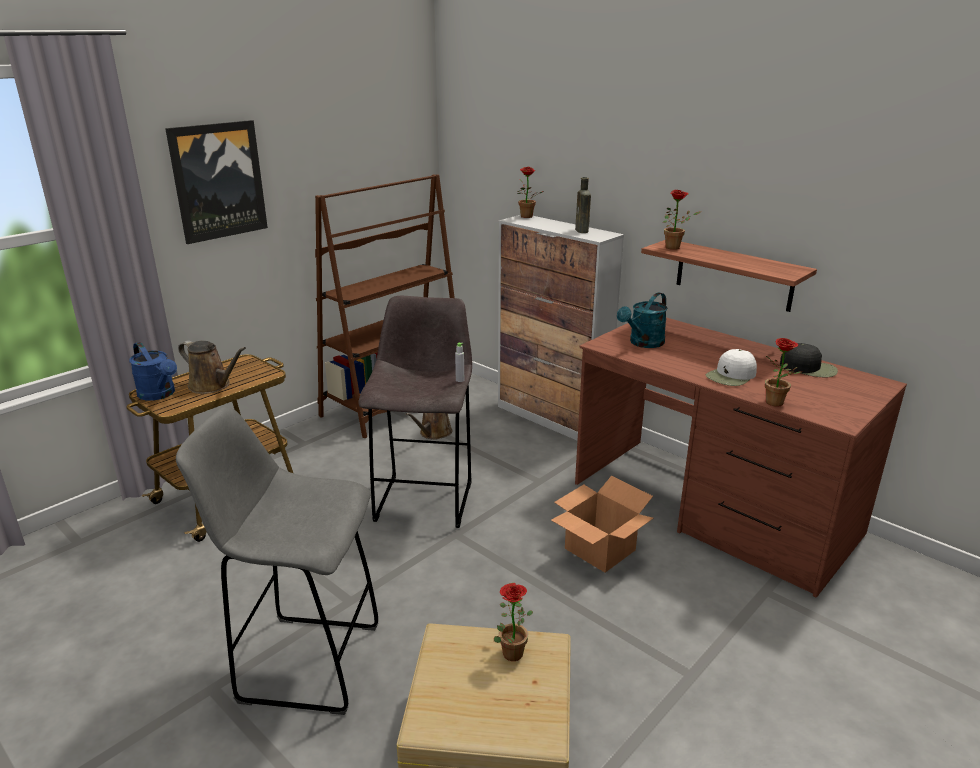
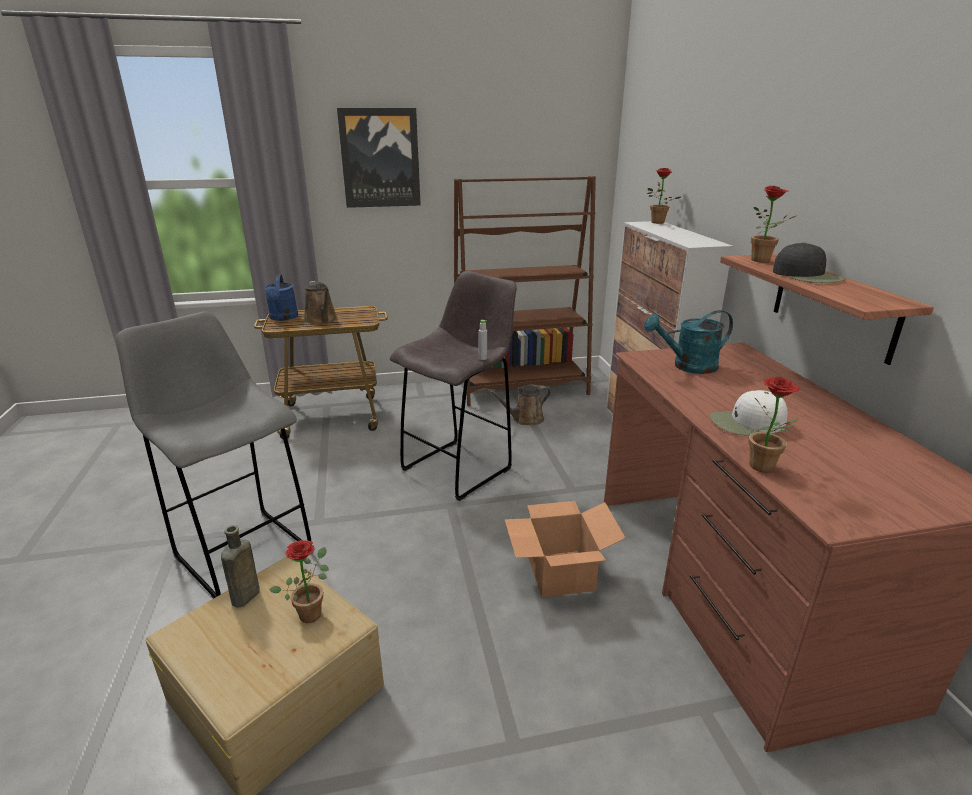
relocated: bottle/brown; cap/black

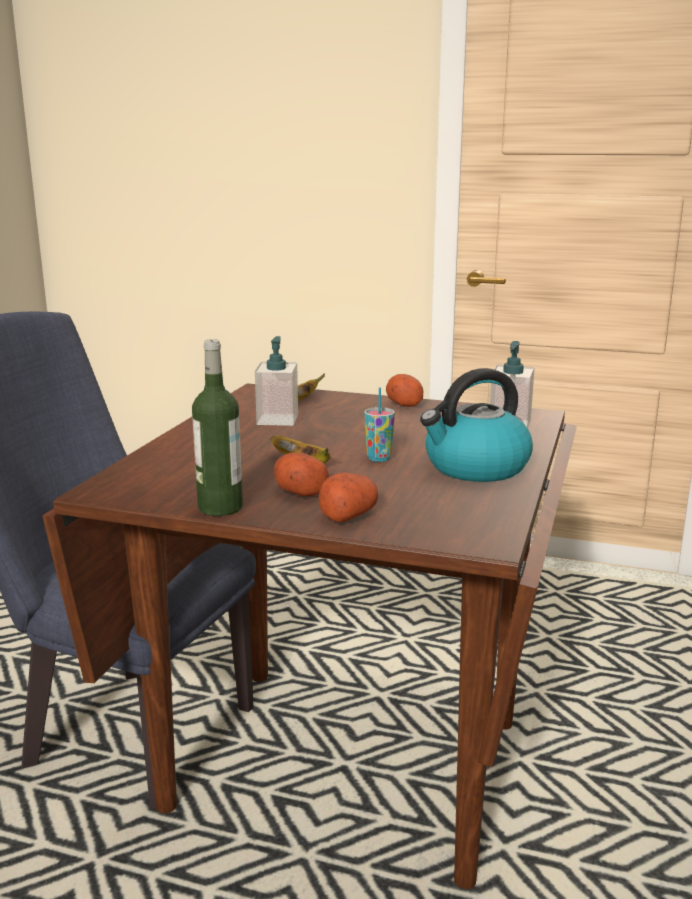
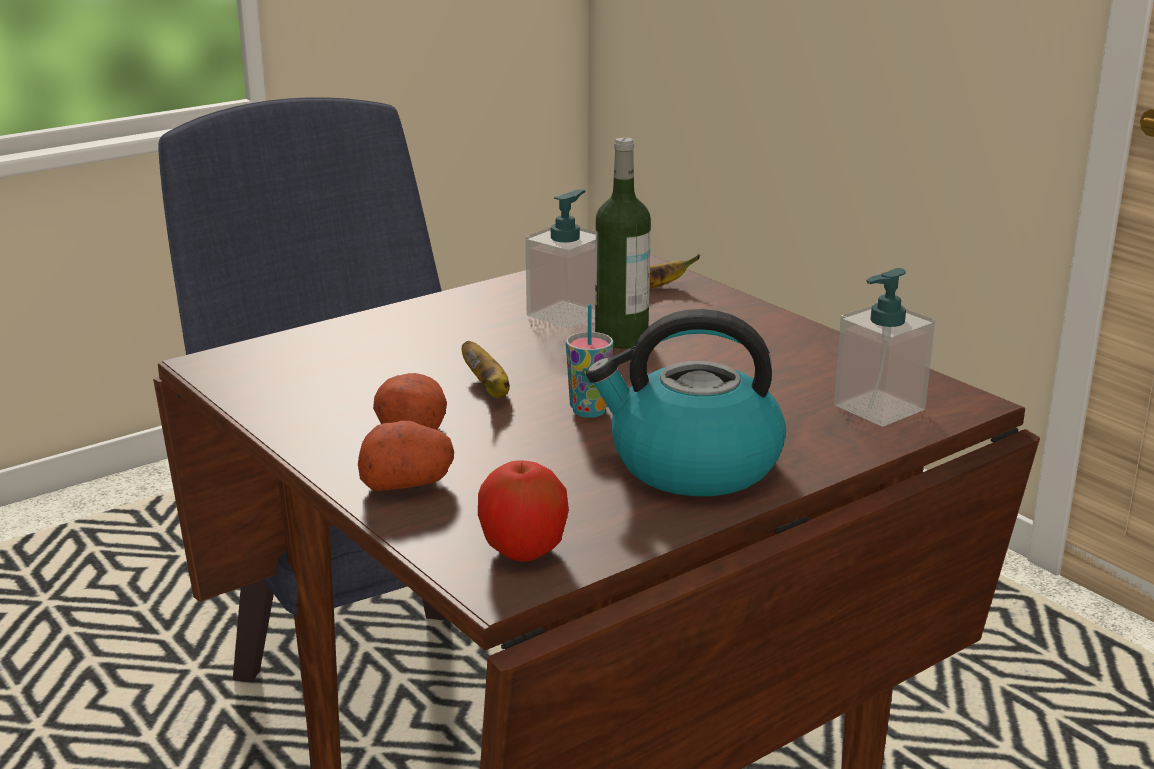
missing: potato (no. 3 from left)
appeared: apple
relocated: bottle

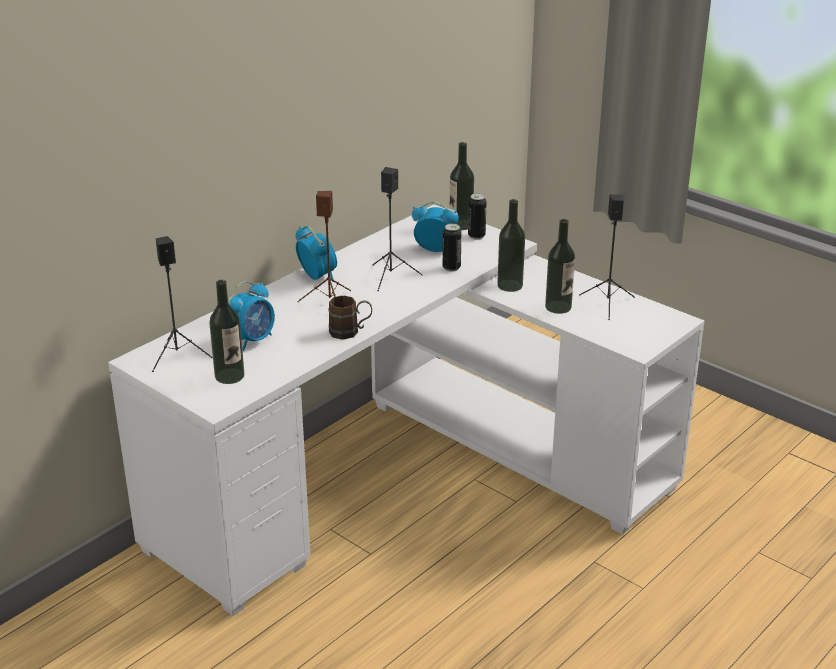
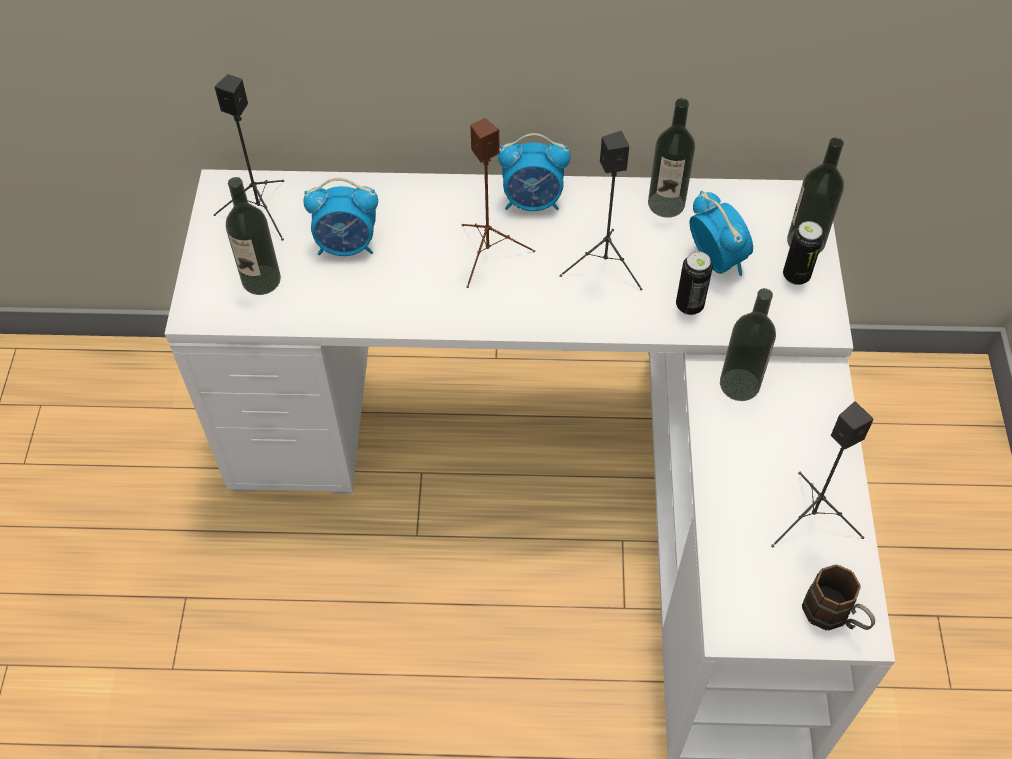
relocated: bottle (no. 4 from left in the first image) to bottle (no. 2 from left); mug/brown
spun: alarm clock (no. 2 from left) 75 degrees clockwise

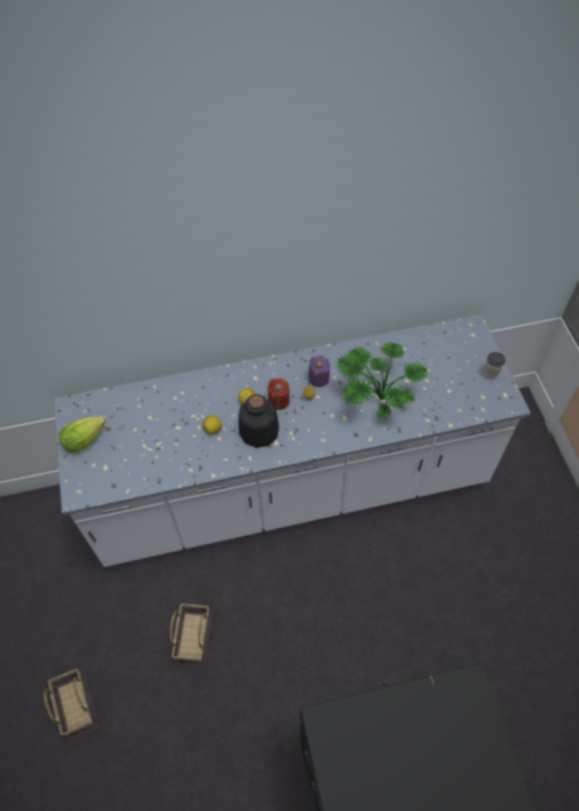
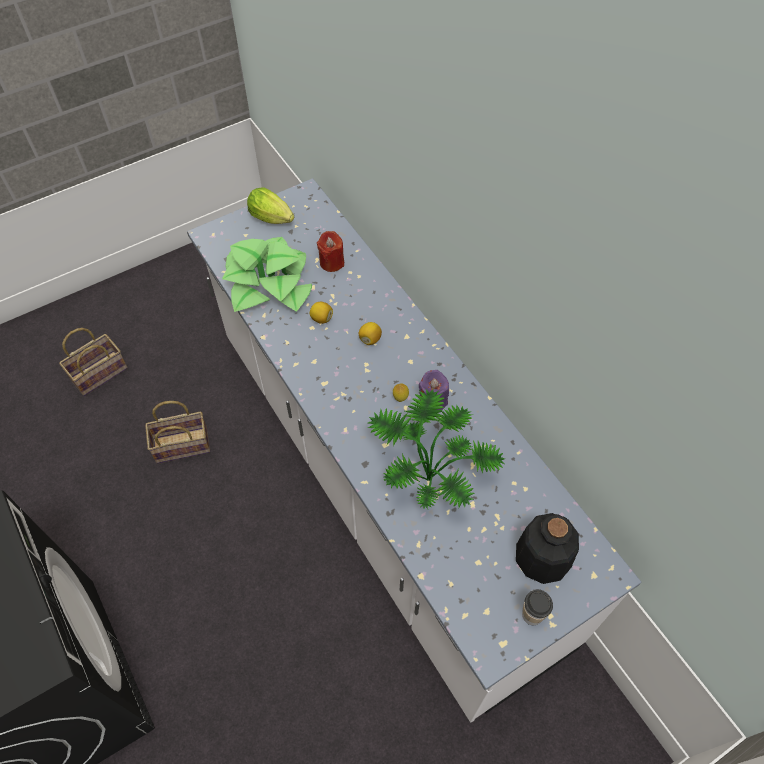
appeared: potted plant (no. 1 from left)
relocated: candle/red; bottle

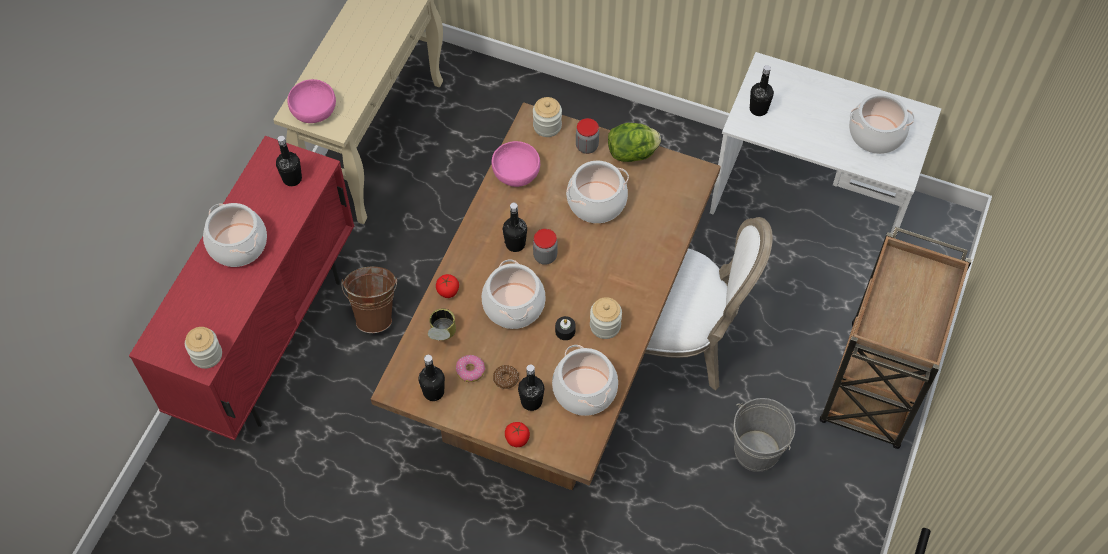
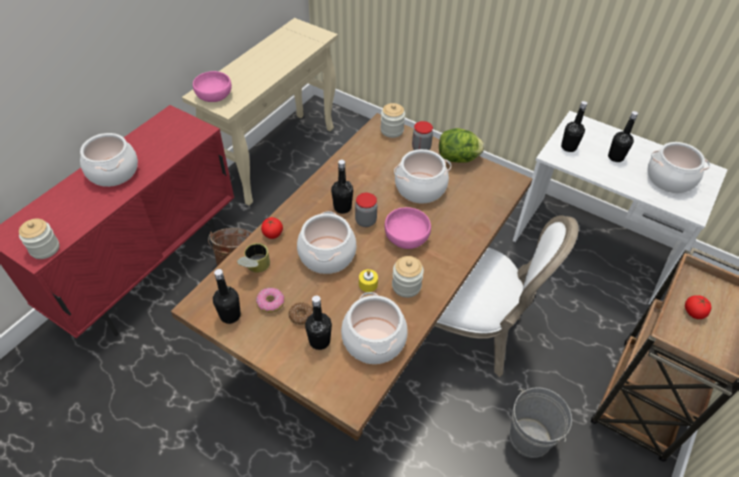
relocated: bottle/black (no. 1 from left in the first image) to bottle/black (no. 5 from left); bowl/pink (no. 2 from left); tomato (no. 2 from left)
colour: candle/black to candle/yellow

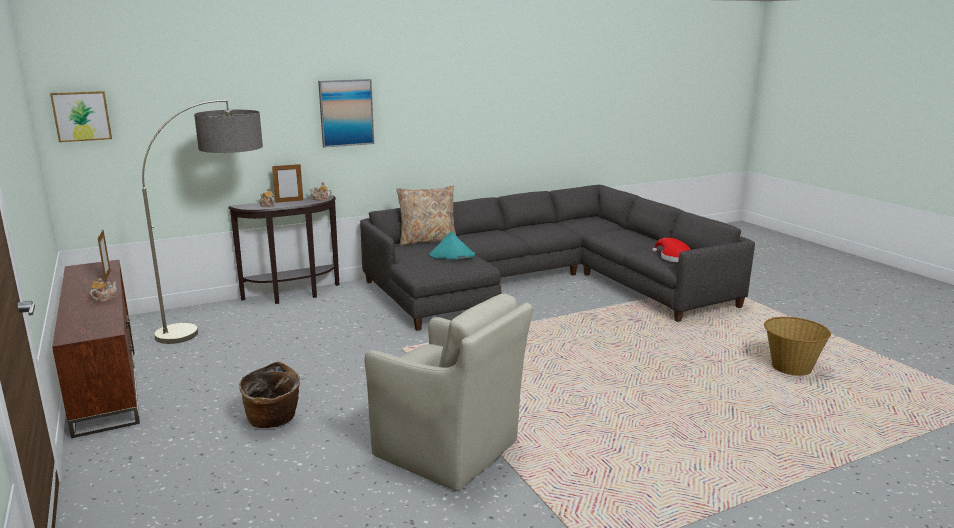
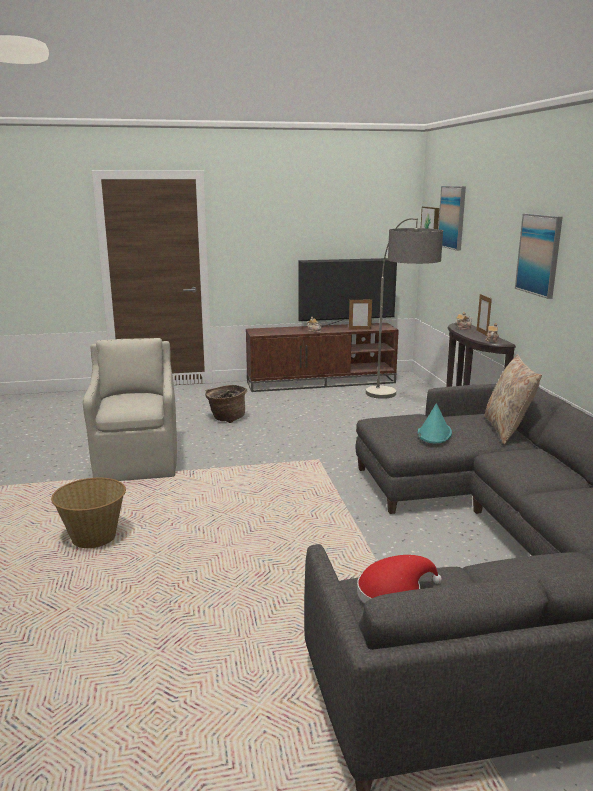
appeared: picture (no. 2 from left); television
relocated: basket (no. 2 from left in the first image) to basket (no. 1 from left)
spun: armchair/beige 120 degrees clockwise

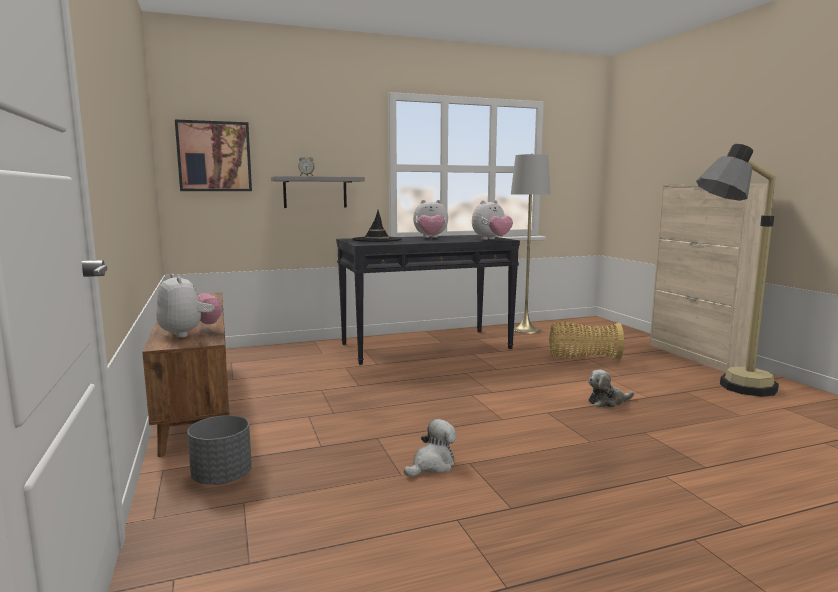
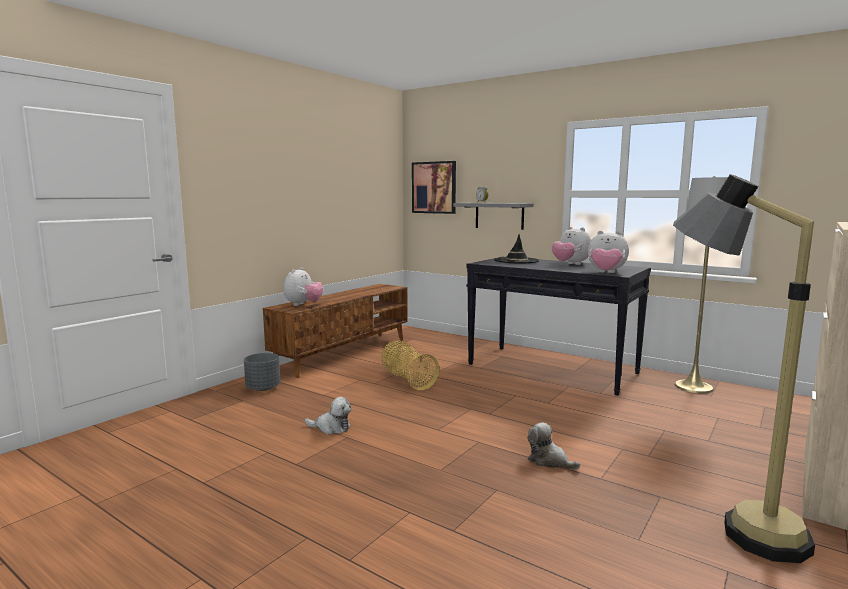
relocated: basket

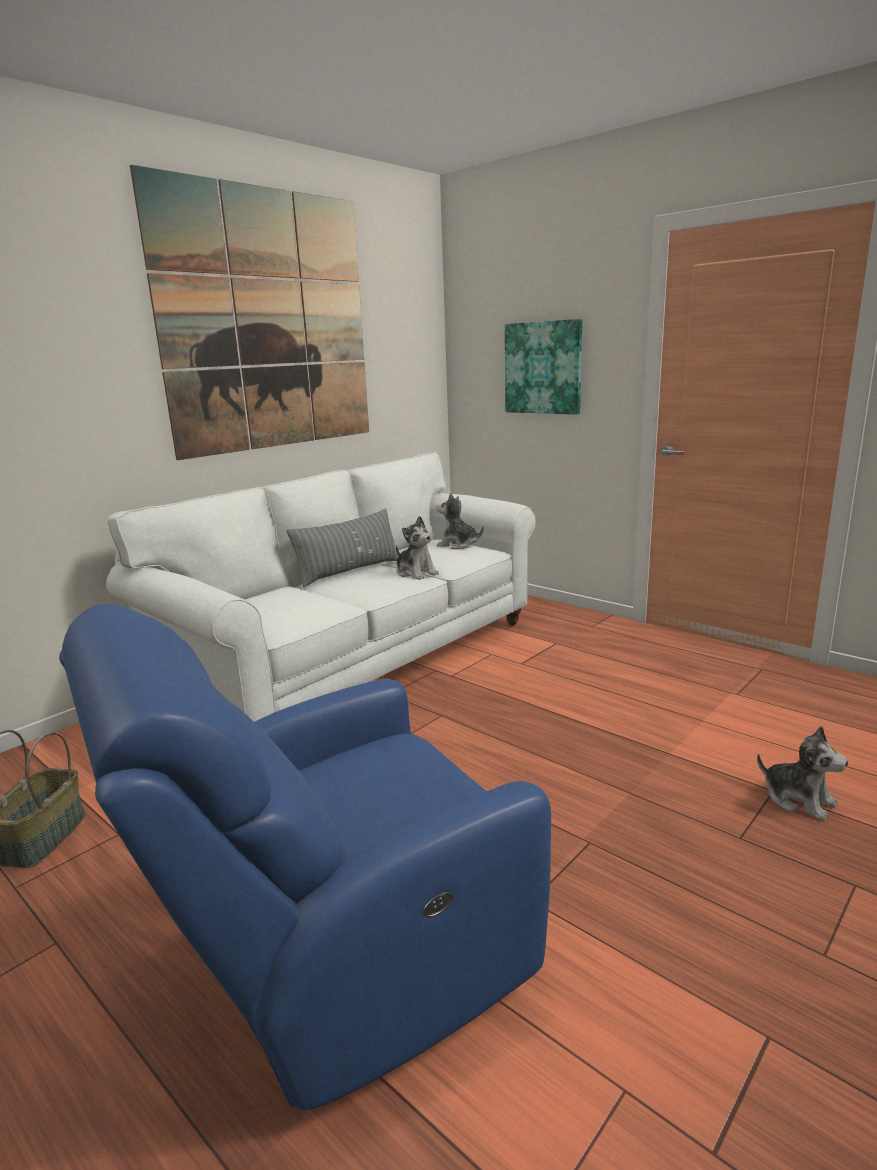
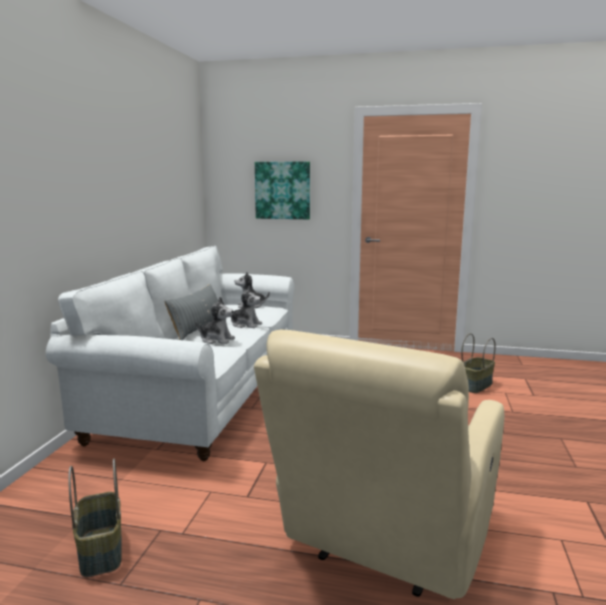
missing: picture (no. 1 from left)
appeared: basket (no. 2 from left)
relocated: plush toy (no. 3 from left in the first image) to plush toy (no. 1 from left)
colour: armchair/blue to armchair/beige

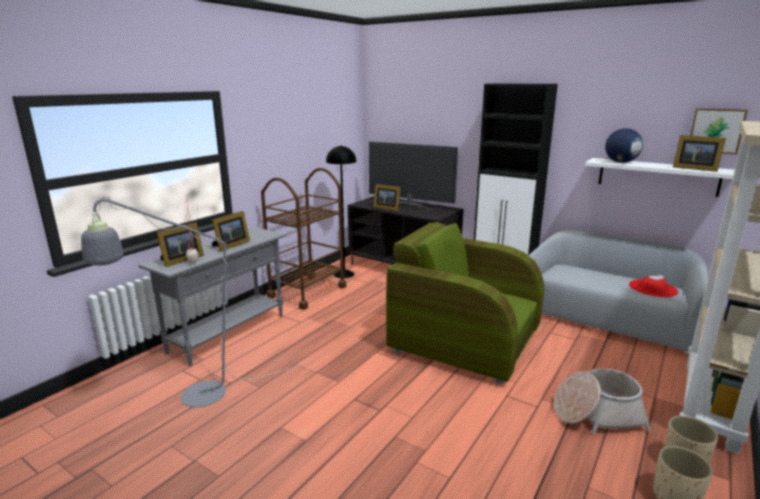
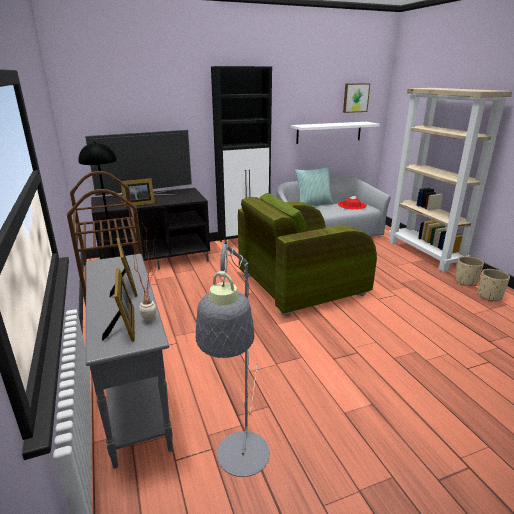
missing: globe; picture frame (no. 4 from left); basket
appeared: pillow

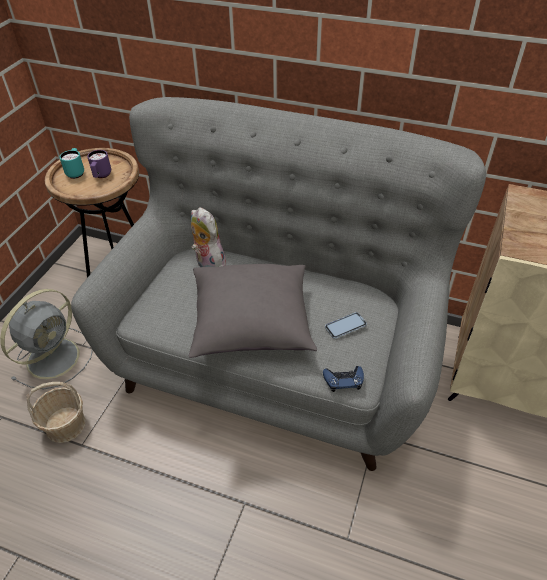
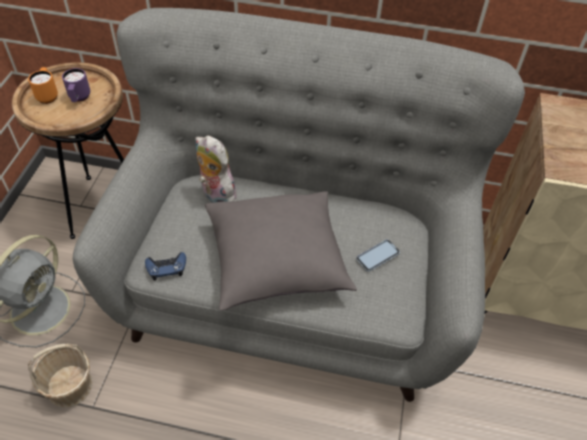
relocated: game controller/blue
colour: mug/turquoise to mug/orange

